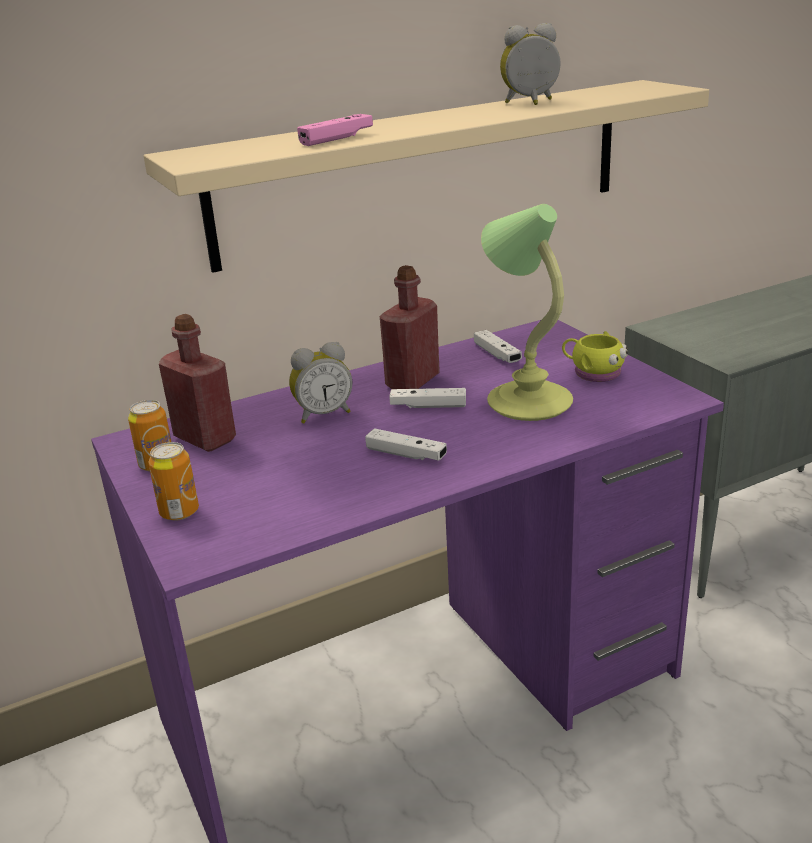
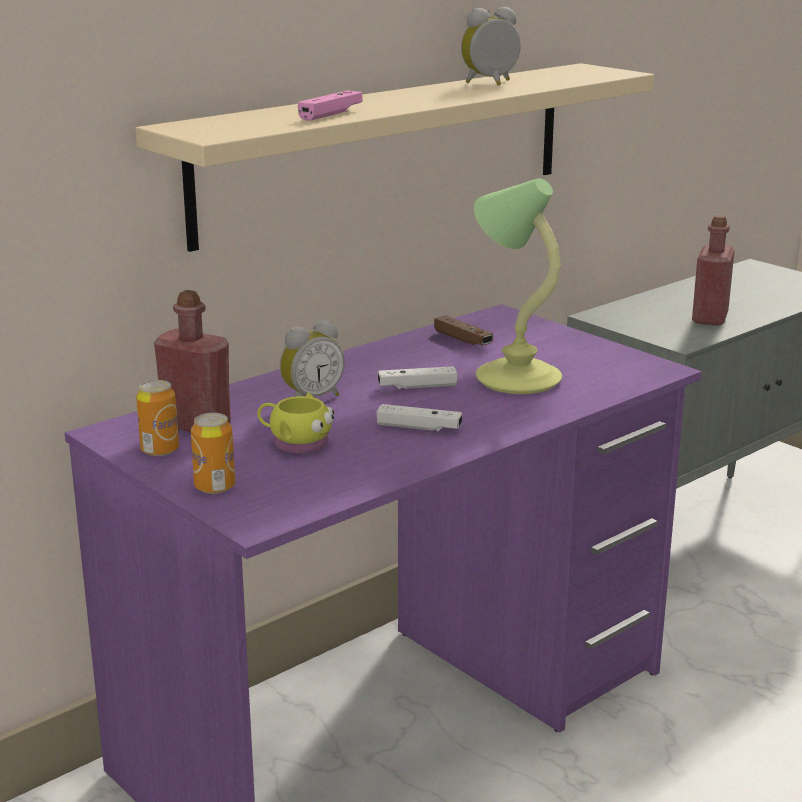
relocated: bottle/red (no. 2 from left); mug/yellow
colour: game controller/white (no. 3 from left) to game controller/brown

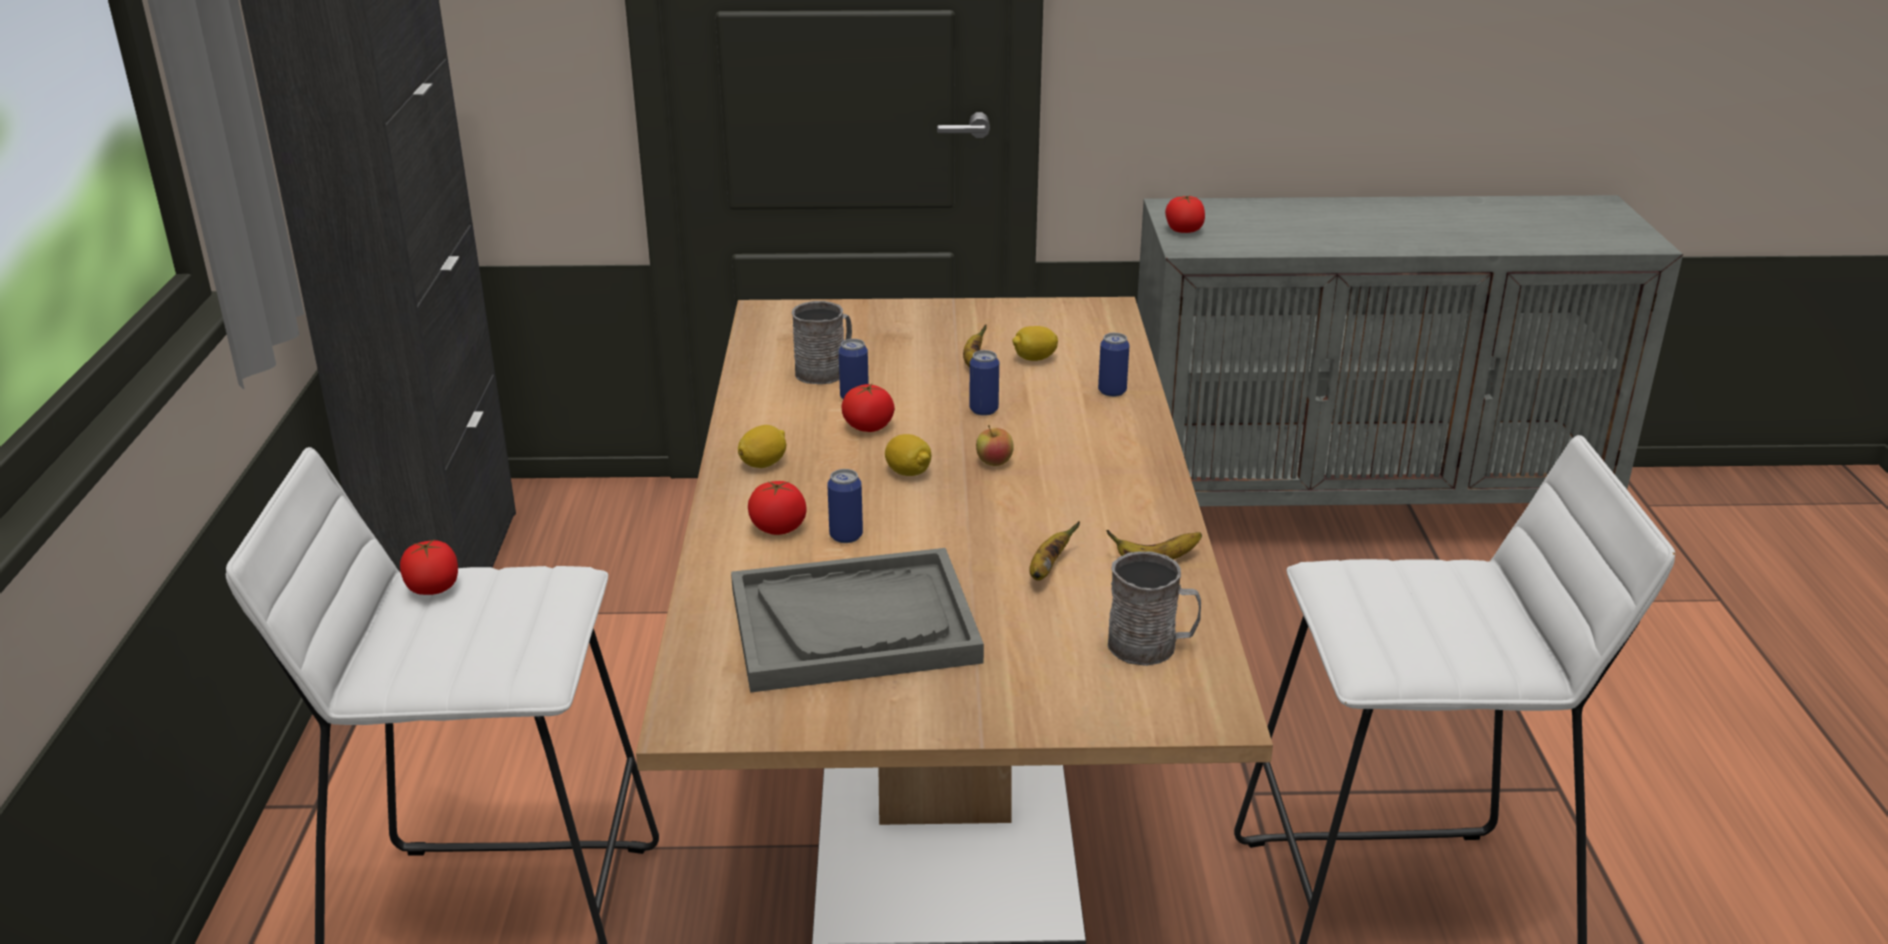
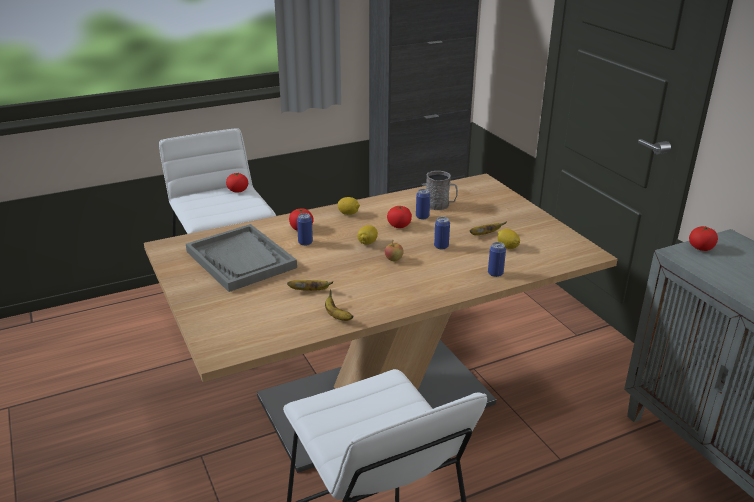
missing: mug/grey (no. 2 from left)

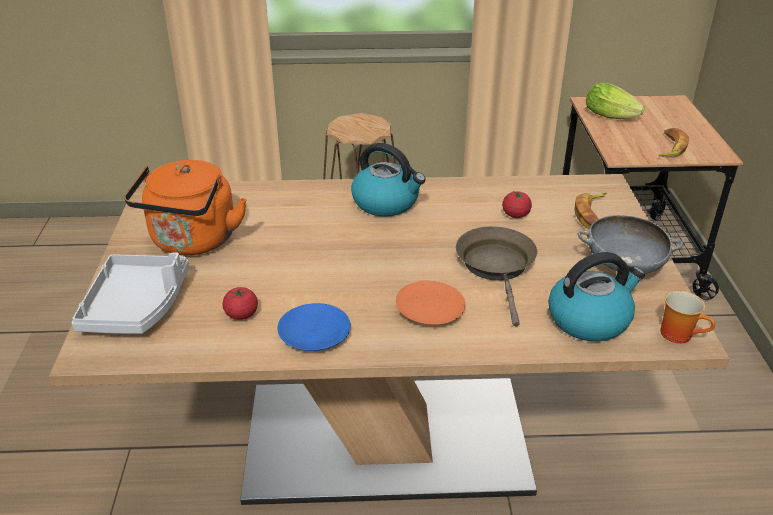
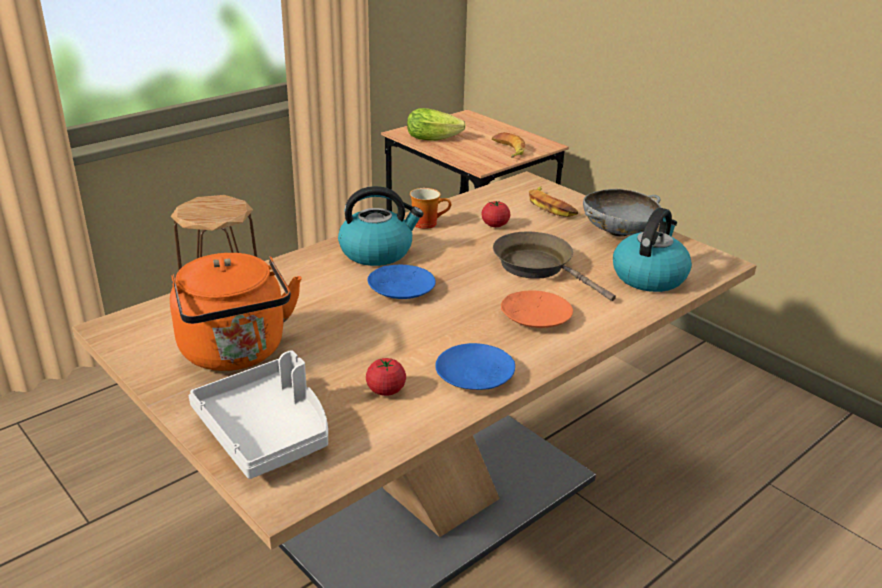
appeared: plate/blue (no. 1 from left)
relocated: mug

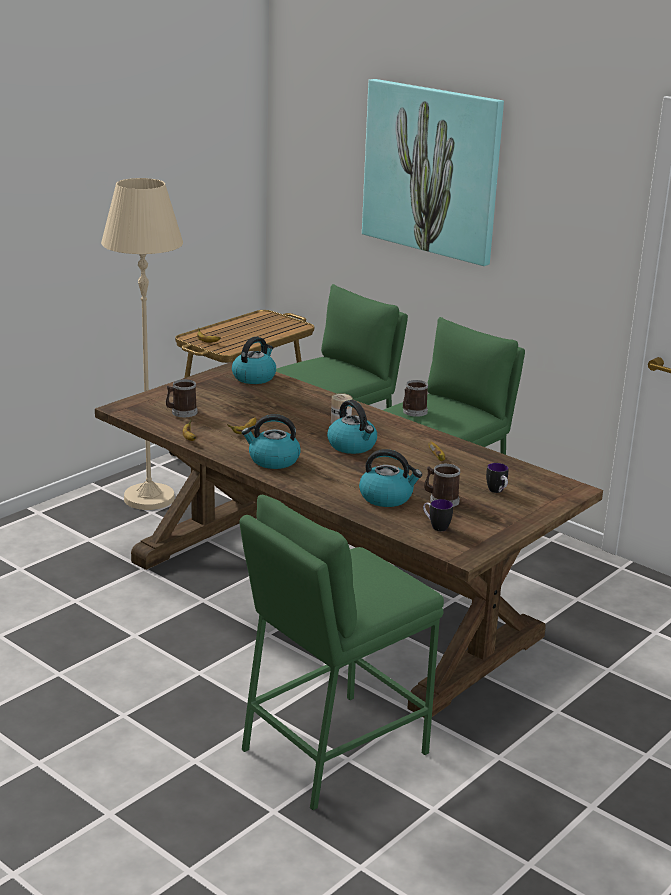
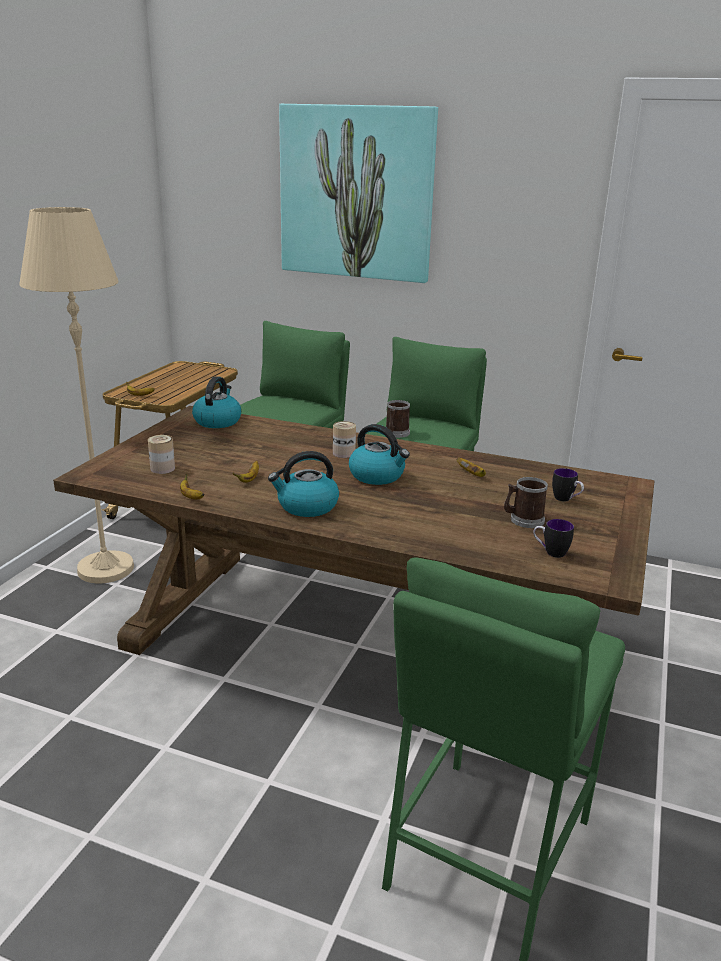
missing: kettle (no. 4 from left)
exchanged: mug (no. 1 from left) to can (no. 1 from left)

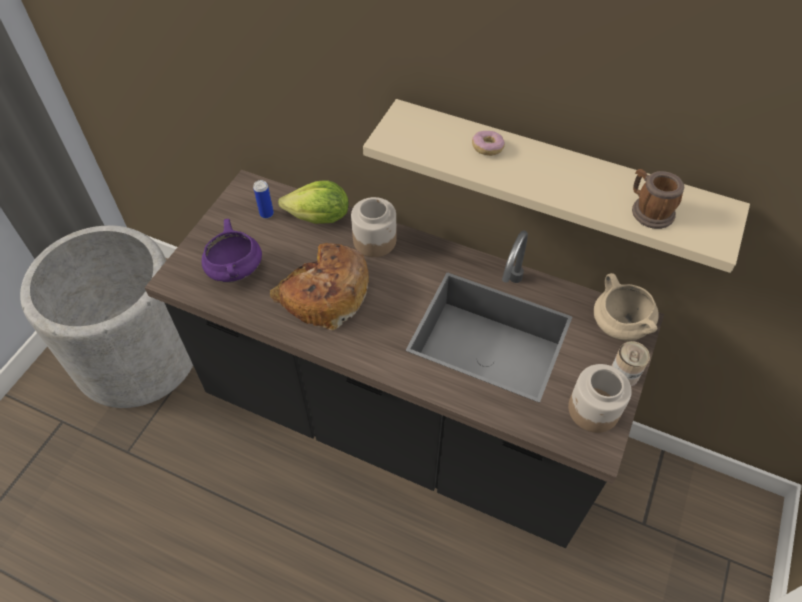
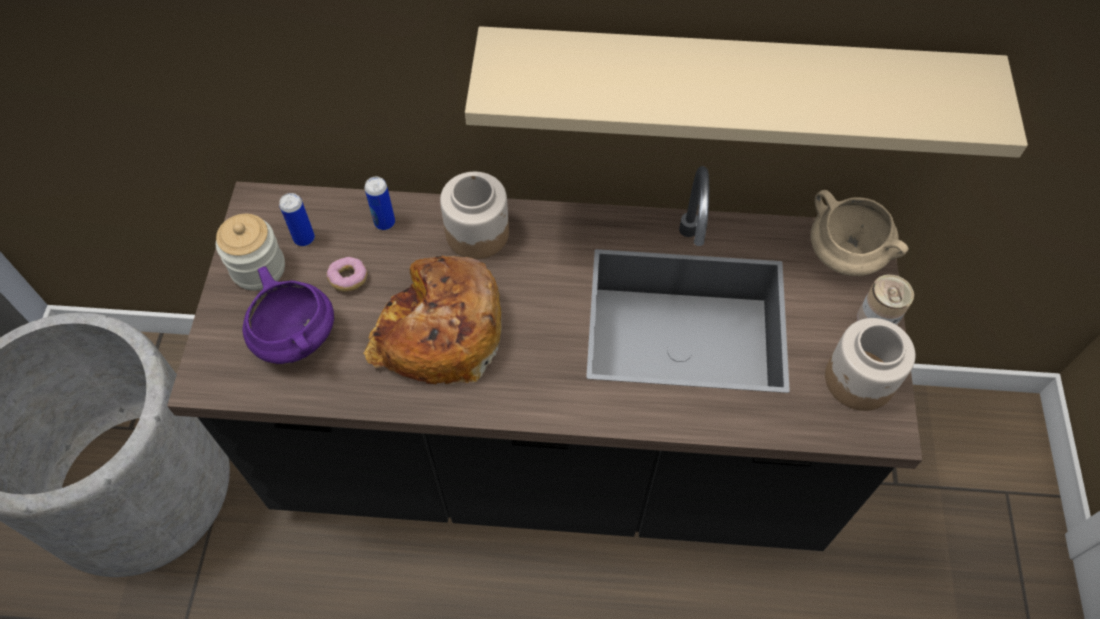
missing: mug
appeared: jar (no. 1 from left)
relocated: donut
exchanged: lettuce to can (no. 2 from left)

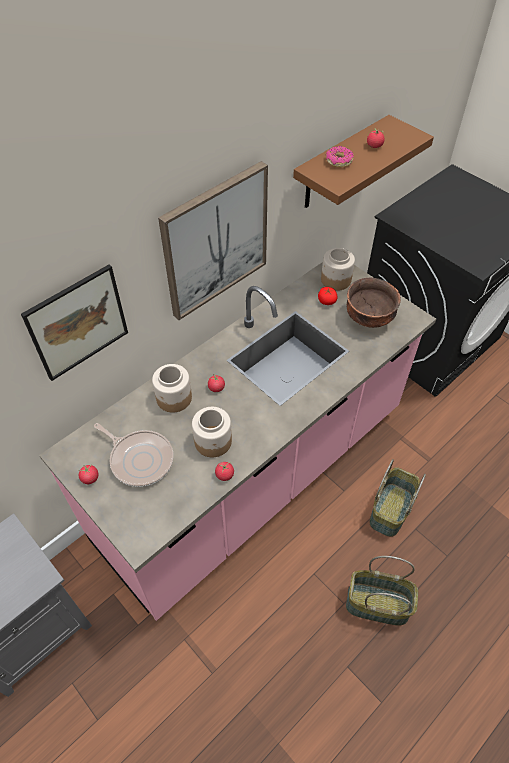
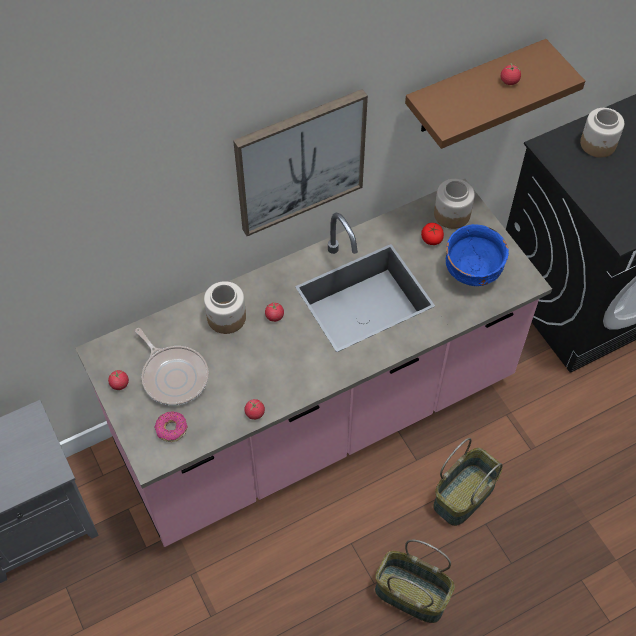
missing: picture (no. 1 from left)
relocated: donut; jar (no. 2 from left in the first image) to jar (no. 3 from left)
colour: bowl/brown to bowl/blue

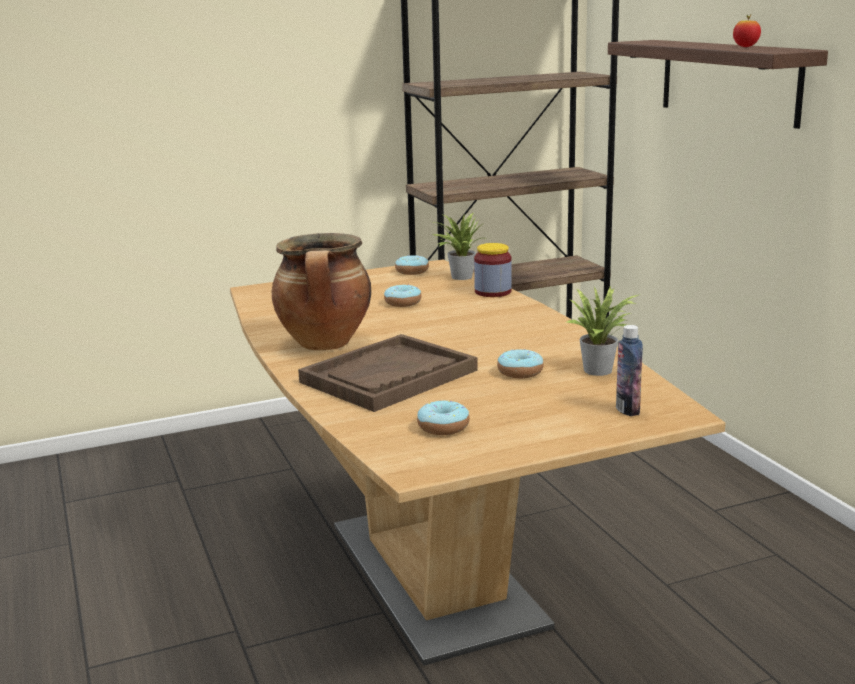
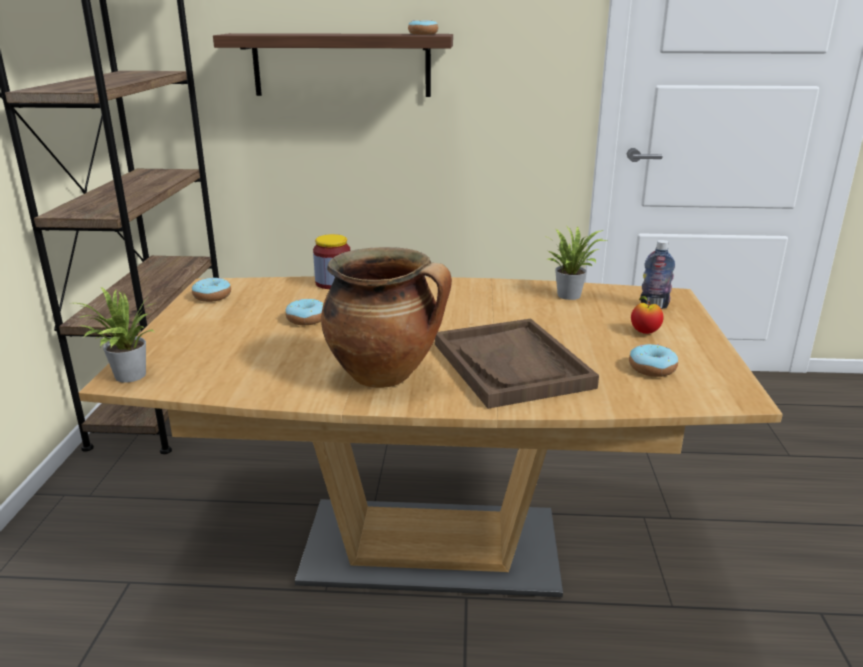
relocated: apple; potted plant (no. 1 from left); donut (no. 4 from left in the first image) to donut (no. 3 from left)

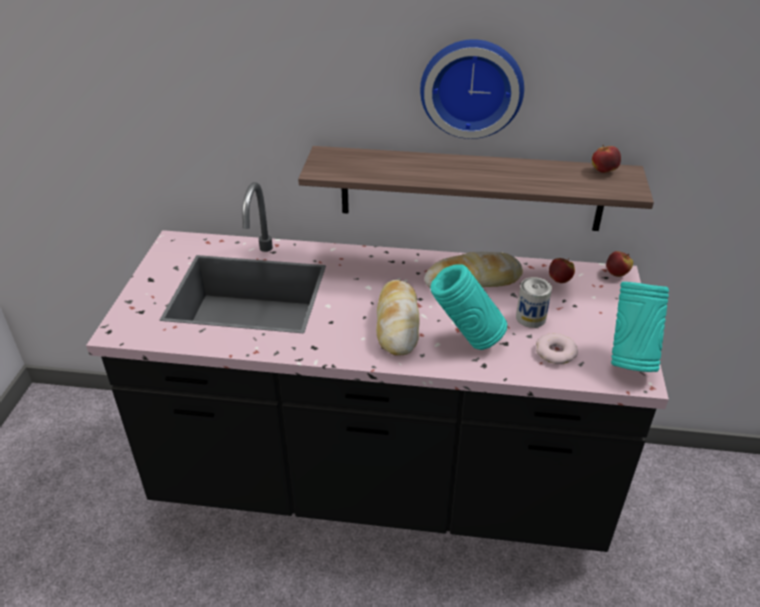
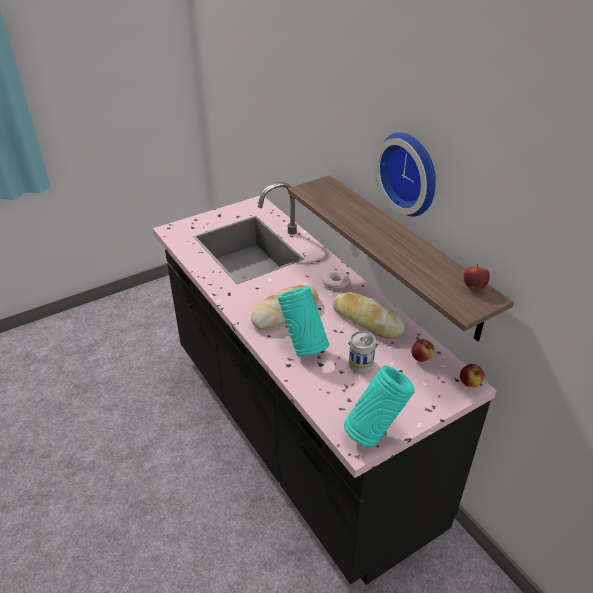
relocated: donut

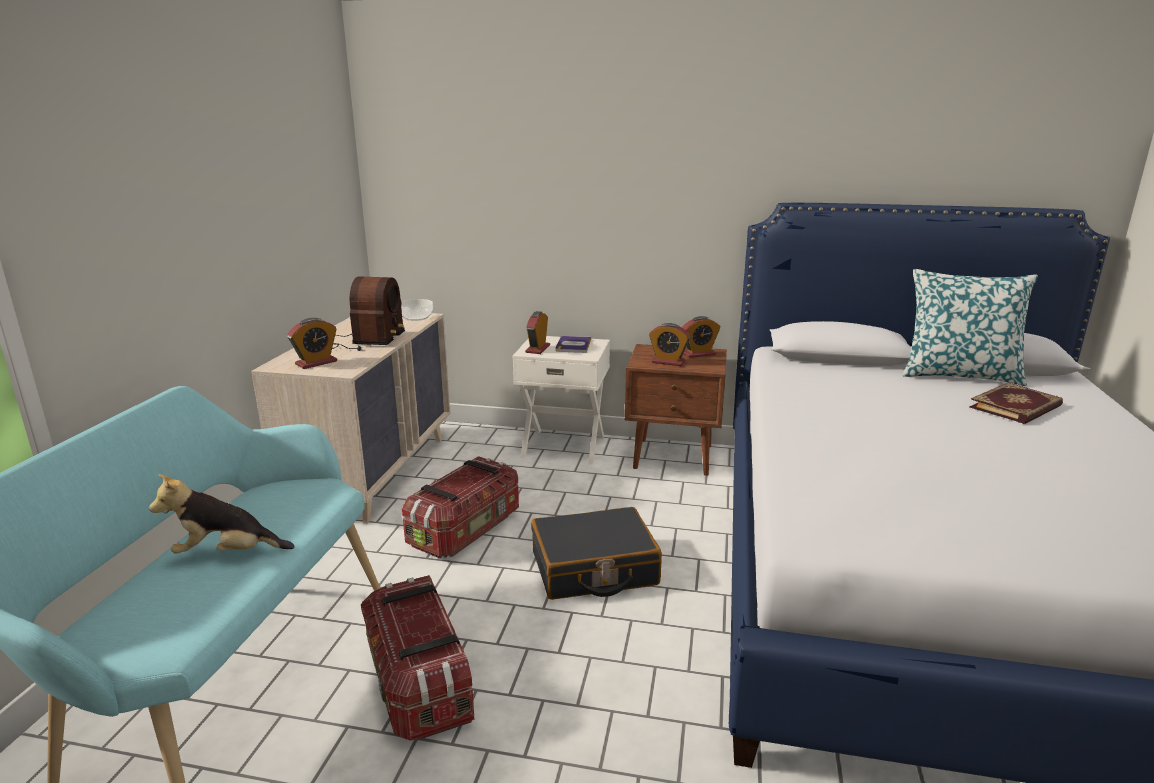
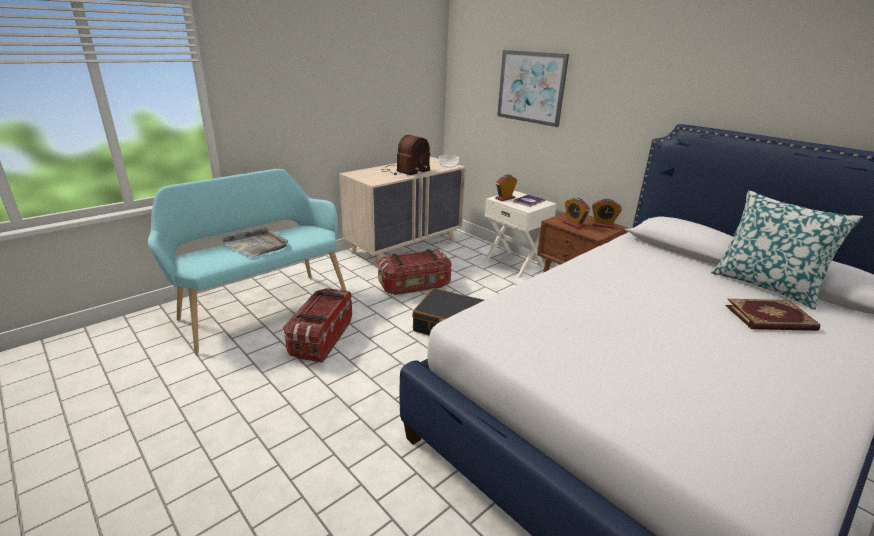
missing: alarm clock (no. 1 from left)
appeared: picture
exchanged: plush toy to tray/grey

